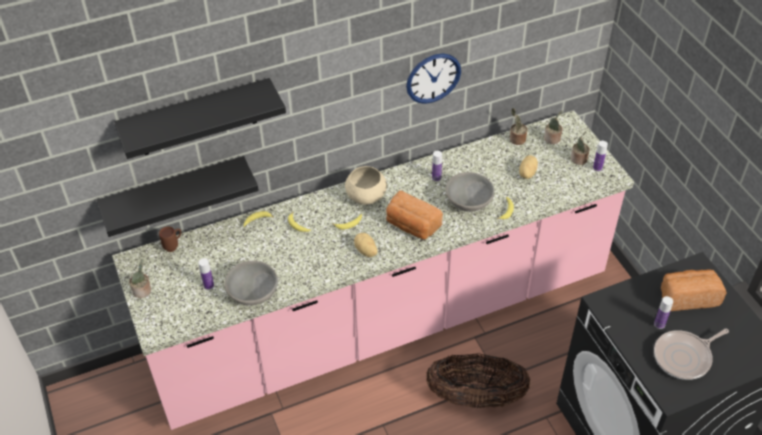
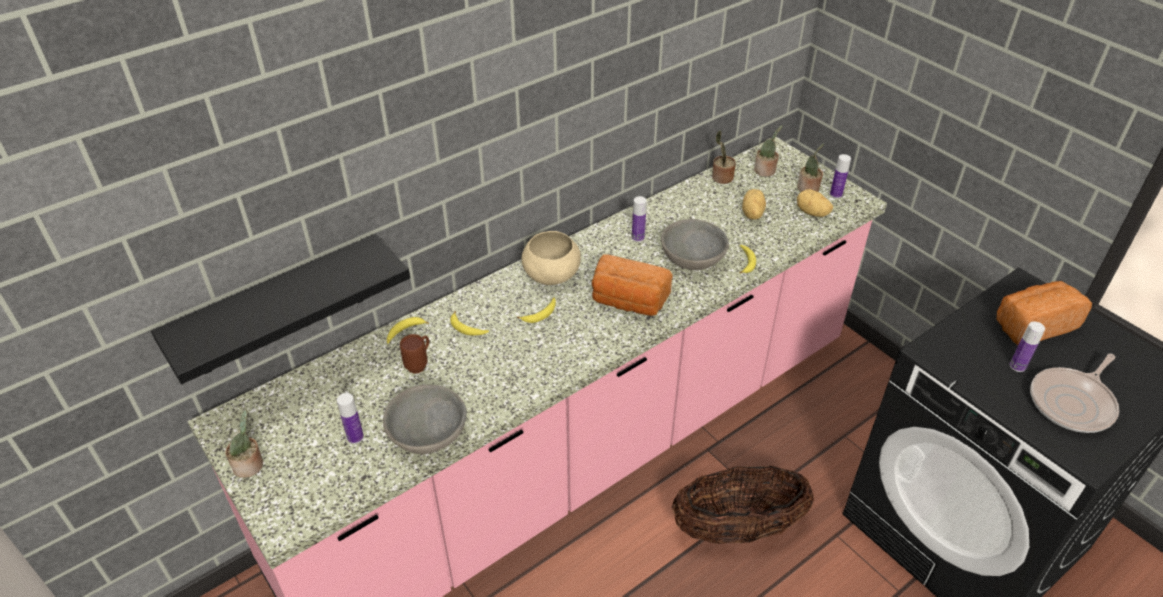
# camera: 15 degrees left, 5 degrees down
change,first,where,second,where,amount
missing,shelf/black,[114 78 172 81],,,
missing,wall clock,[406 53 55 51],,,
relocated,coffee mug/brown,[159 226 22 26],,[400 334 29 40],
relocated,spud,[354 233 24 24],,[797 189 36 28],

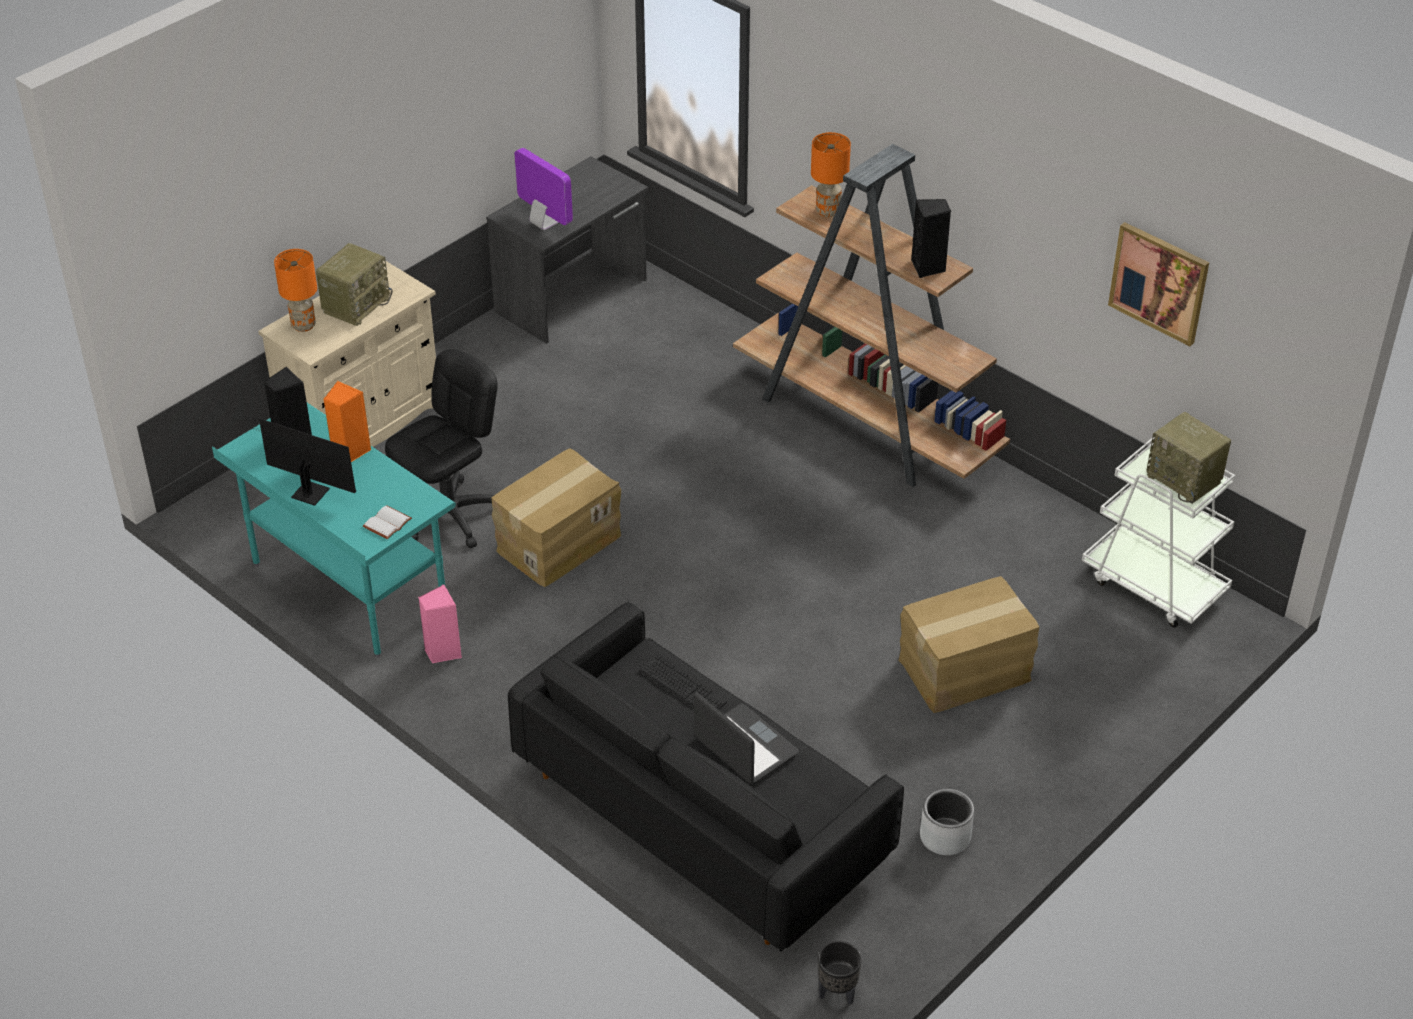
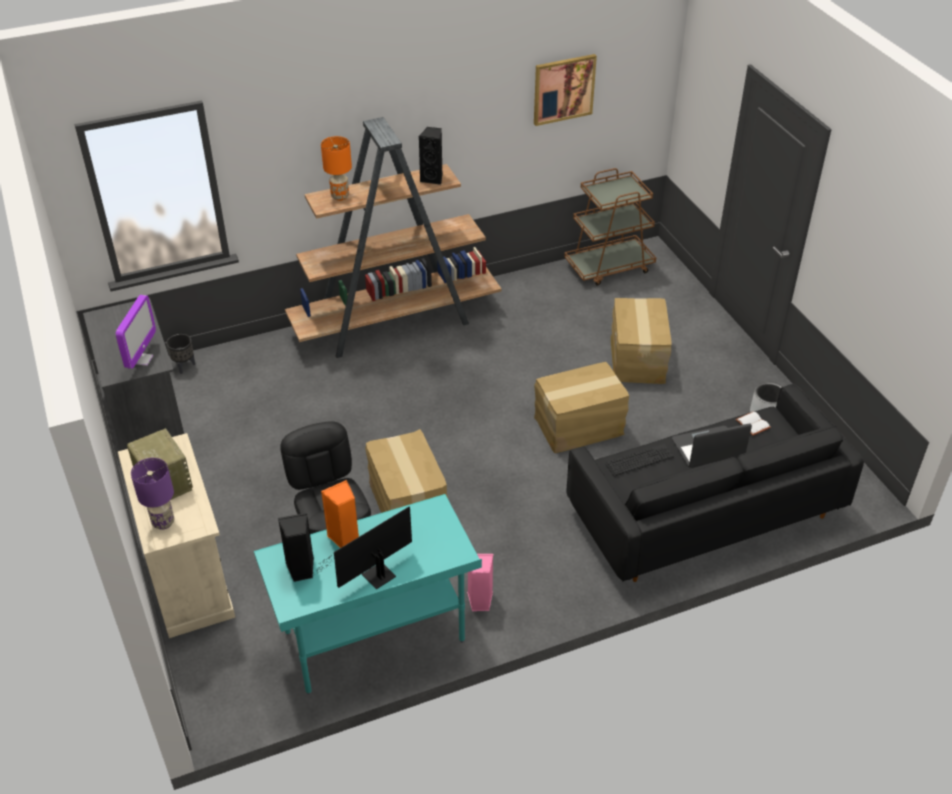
# camera: 65 degrees left, 0 degrees up
change,first,where,second,where,amount
missing,radio set,[1146 412 85 92],,,
appeared,,,carton,[534 362 95 91],
relocated,volume/whitish,[363 505 49 34],,[735 411 36 25],
relocated,planter/black,[818 941 44 64],,[166 334 29 40],
colour,lamp for a table/orangey,[274 249 43 83],lamp for a table/purple,[131 458 43 72],
colour,wheeled cart/whitish,[1082 438 153 190],wheeled cart/brown,[564 168 92 118],
spun,computer display,[515 148 58 82],,[116 295 40 74],120 degrees clockwise

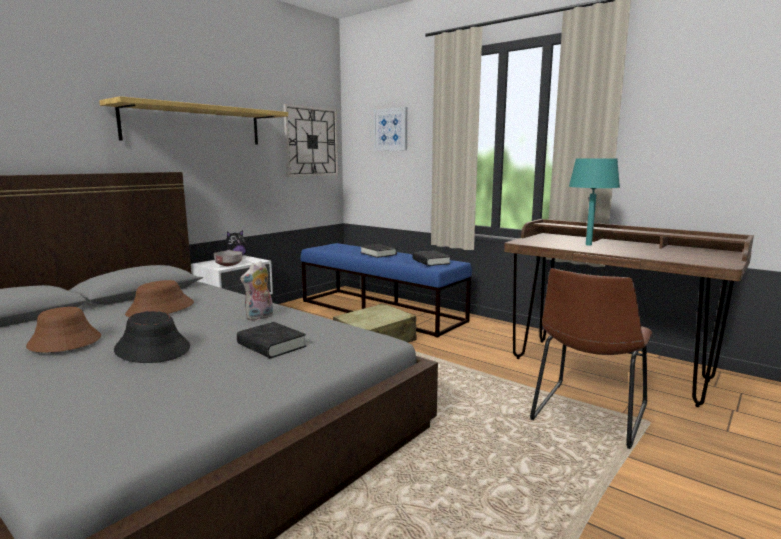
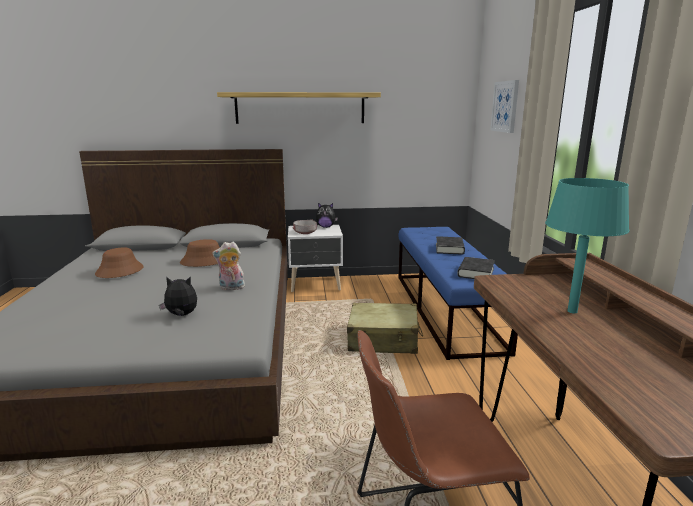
# camera: 45 degrees right, 5 degrees up
change,first,where,second,where,amount
missing,wearable hat/black,[114 311 76 52],,,
missing,wall clock,[283 104 55 73],,,
exchanged,volume/black,[237 322 69 36],soft toy,[159 276 38 40],

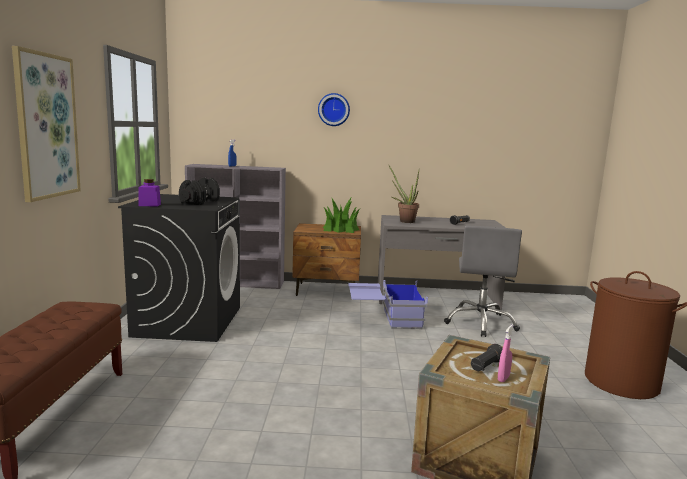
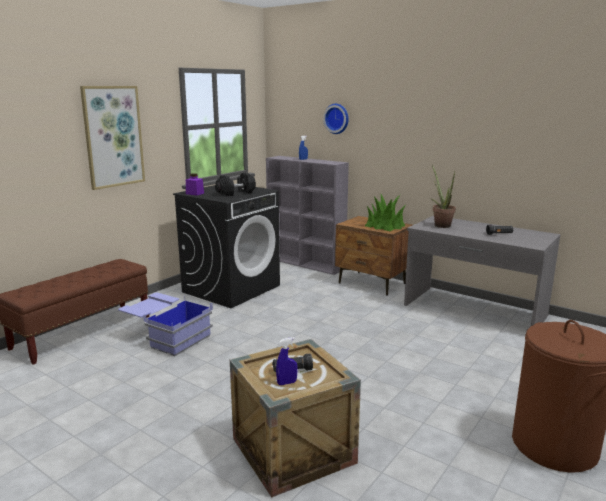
# camera: 35 degrees right, 5 degrees up
change,first,where,second,where,amount
missing,computer chair/greyish,[444 226 78 111],,,
relocated,wall clock,[318 93 32 33],,[323 104 26 30],
relocated,storage bin/blue-coloured,[348 280 80 49],,[118 292 95 64],
colour,spray bottle/pinkish,[498 324 16 58],spray bottle/blue-coloured,[276 337 22 48],

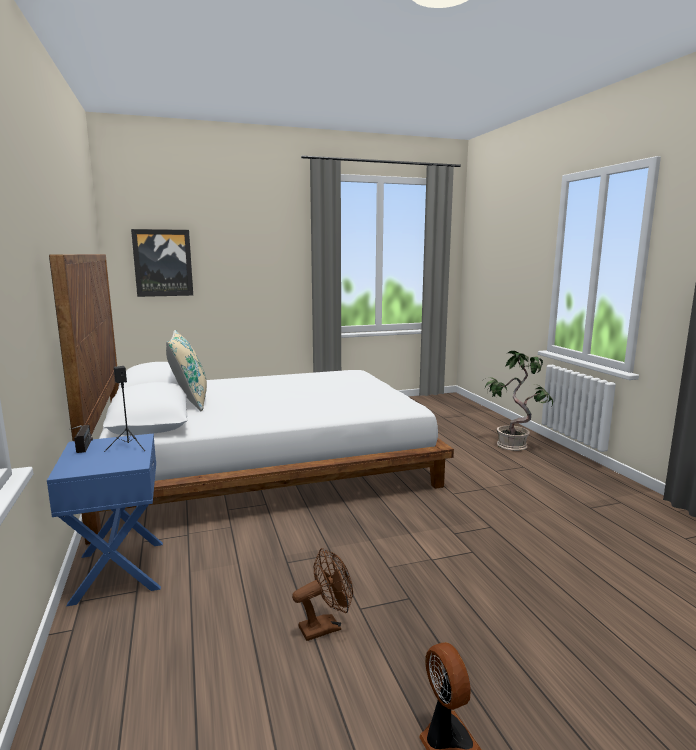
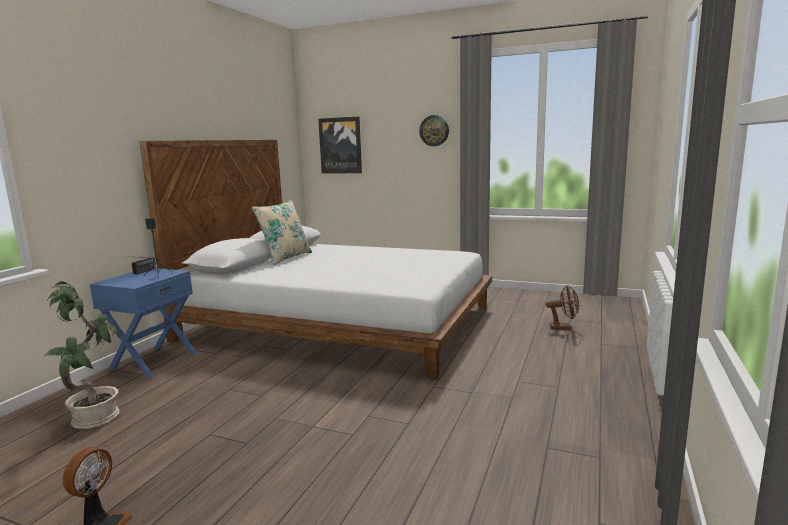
# camera: 40 degrees right, 0 degrees up
change,first,where,second,where,amount
appeared,,,wall clock,[419 115 30 31],
relocated,fan/brown,[292 548 61 93],,[546 285 33 45],
relocated,houseplant,[485 351 68 100],,[43 281 77 148],

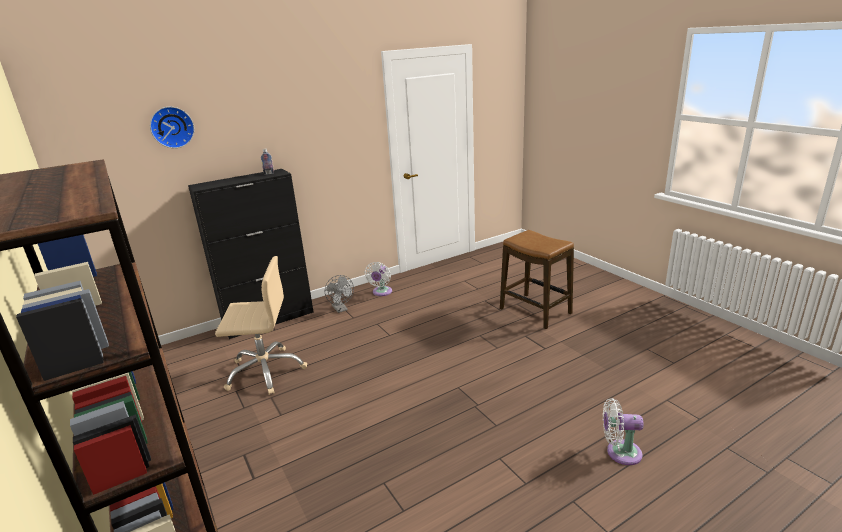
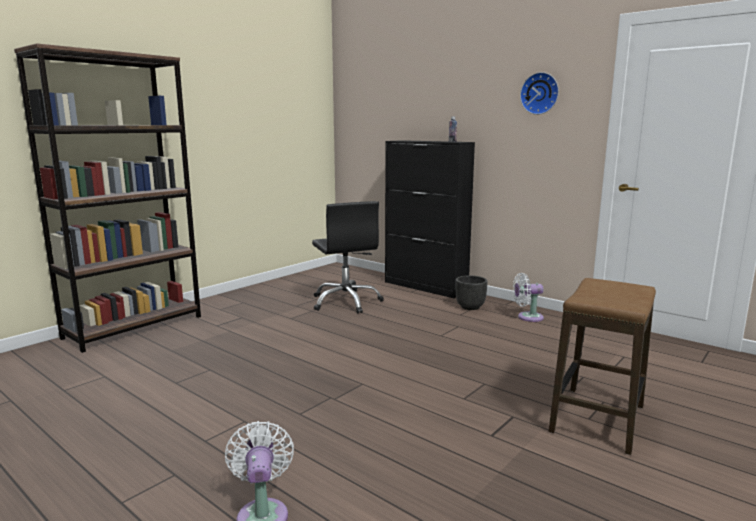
# camera: 70 degrees right, 10 degrees down
change,first,where,second,where,amount
relocated,wall clock,[150 107 45 41],,[520 72 39 43],
exchanged,fan/greyish,[325 275 29 38],planter/black,[456 275 32 35],
colour,computer chair/beige,[215 256 92 139],computer chair/black,[312 201 72 112],

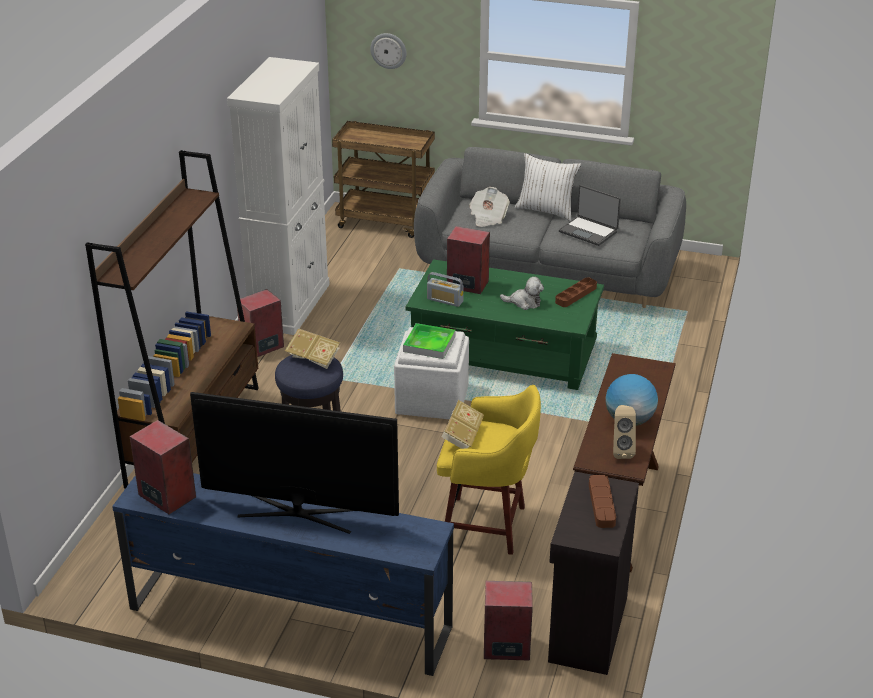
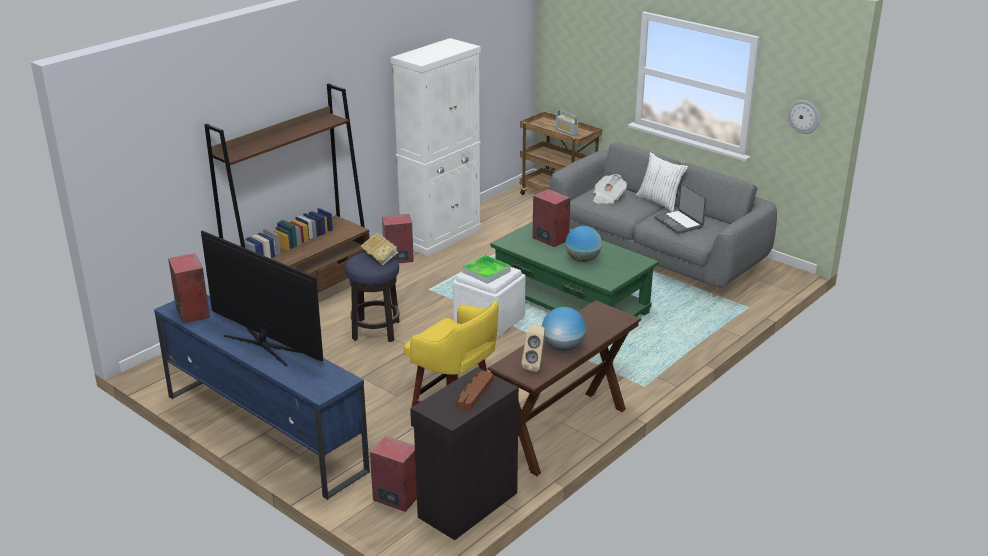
# camera: 25 degrees right, 5 degrees down
change,first,where,second,where,amount
missing,volume,[441 400 43 49],,,
missing,carrying tray/brown,[555 277 42 30],,,
relocated,wall clock,[370 33 36 36],,[788 100 32 34],
relocated,radio set,[427 272 37 35],,[556 110 23 26],
exchanged,soft toy,[500 277 44 33],world globe,[565 226 37 36],

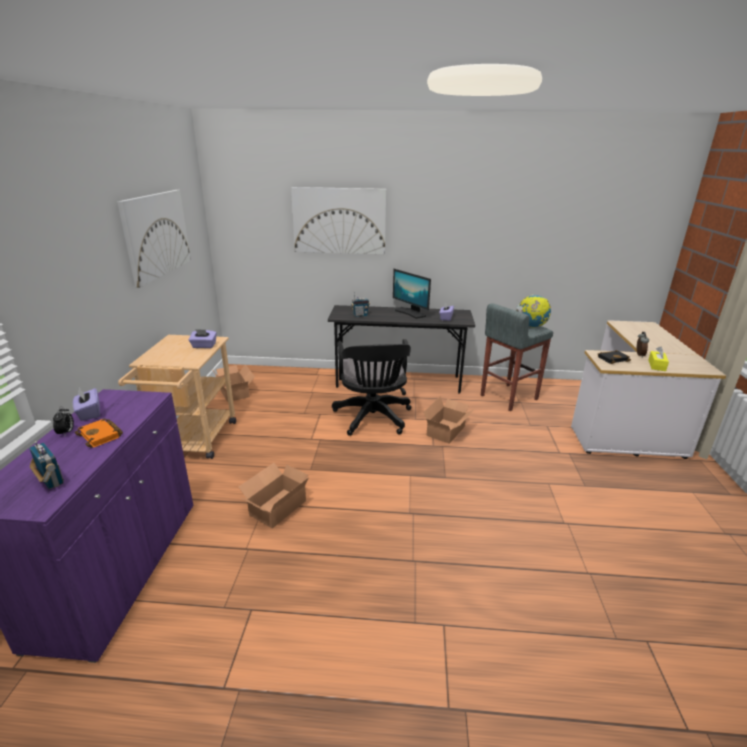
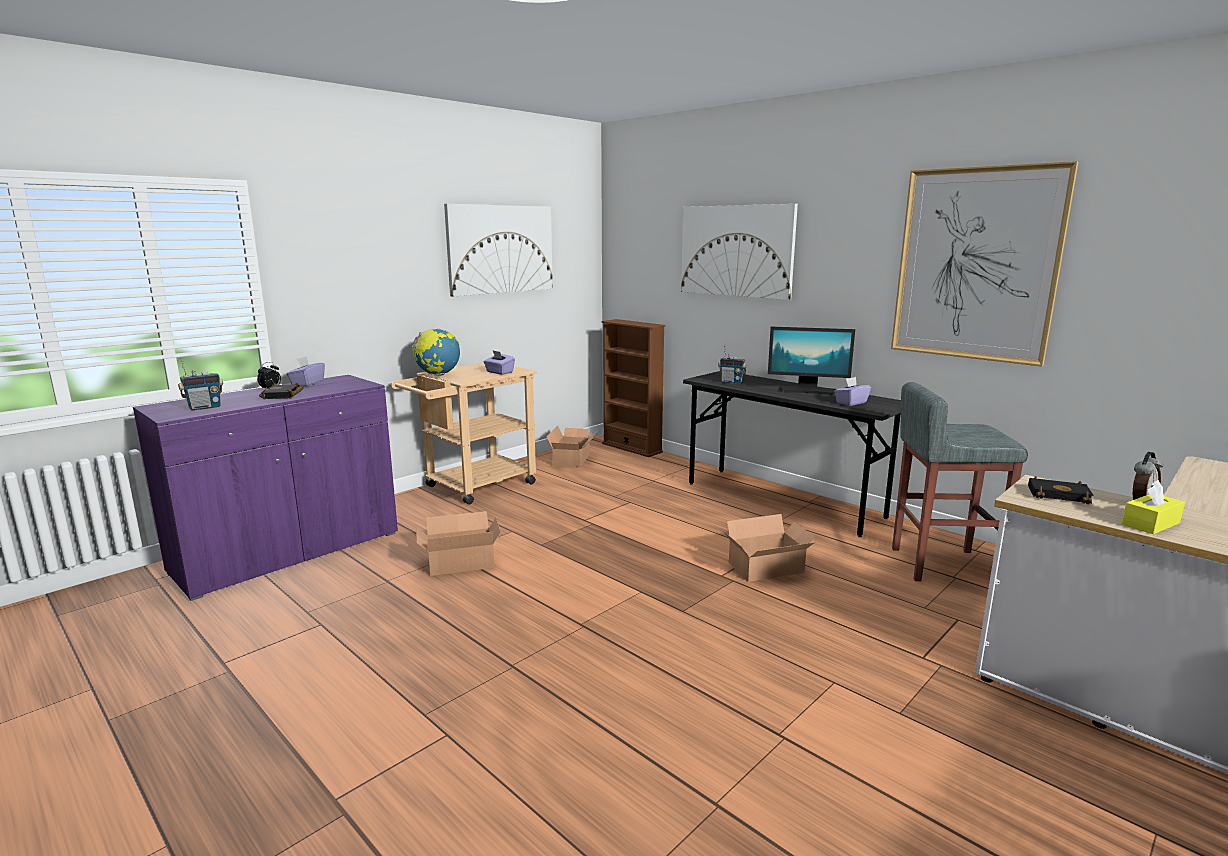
# camera: 40 degrees right, 10 degrees down
change,first,where,second,where,amount
missing,computer chair/black,[332 339 80 97],,,
appeared,,,bookcase/brown,[602 319 63 138],
appeared,,,wall art,[891 161 188 206],
relocated,world globe,[516 295 35 33],,[412 329 48 47],
colour,volume/orangey,[75 419 48 29],volume/black,[259 383 45 16],
spun,radio set,[29 441 35 48],,[178 358 45 53],60 degrees clockwise
spun,computer display,[393 269 38 50],,[768 327 87 68],75 degrees counterclockwise

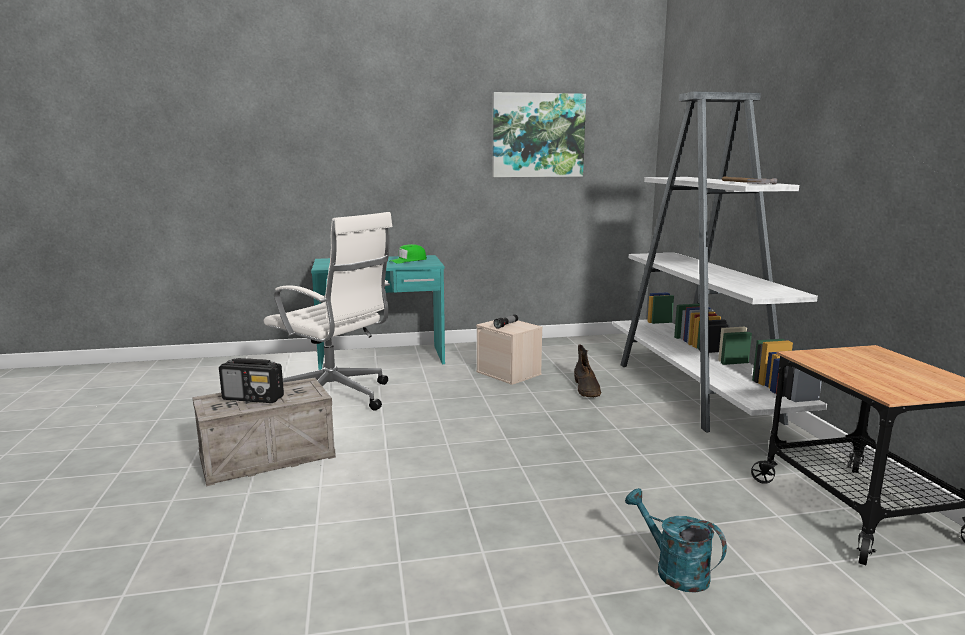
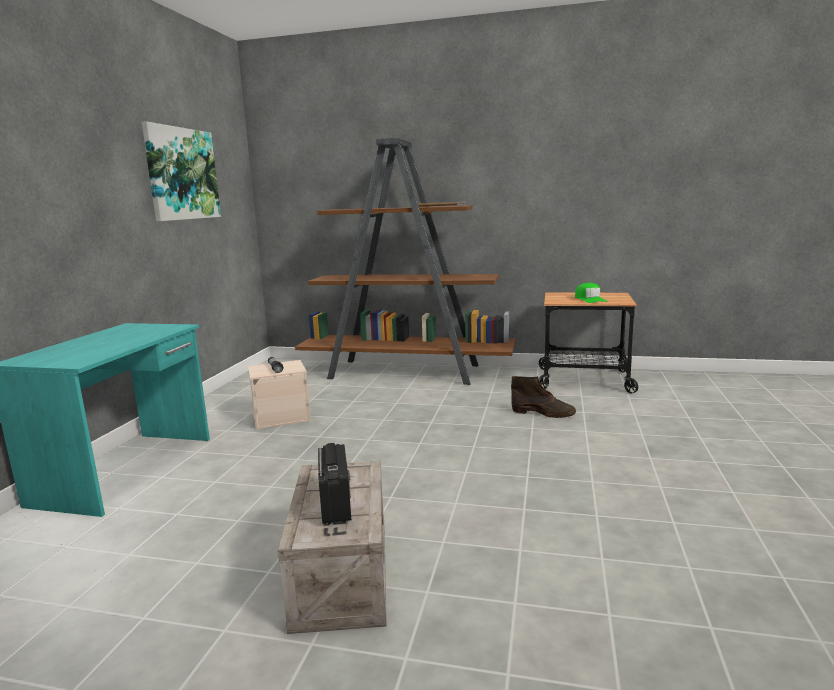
# camera: 65 degrees left, 0 degrees up
change,first,where,second,where,amount
missing,computer chair/whitish,[264 212 128 199],,,
missing,watering pot/turquoise-coloured,[625 488 102 105],,,
relocated,peaked cap/greenish,[390 244 37 20],,[575 283 33 20],
relocated,high-top boot/brown,[574 344 28 53],,[511 376 65 42],
colour,bookcase/whitish,[613 91 214 342],bookcase/brown,[295 138 221 247],
spun,radio set,[219 358 65 45],,[318 443 33 81],45 degrees counterclockwise

